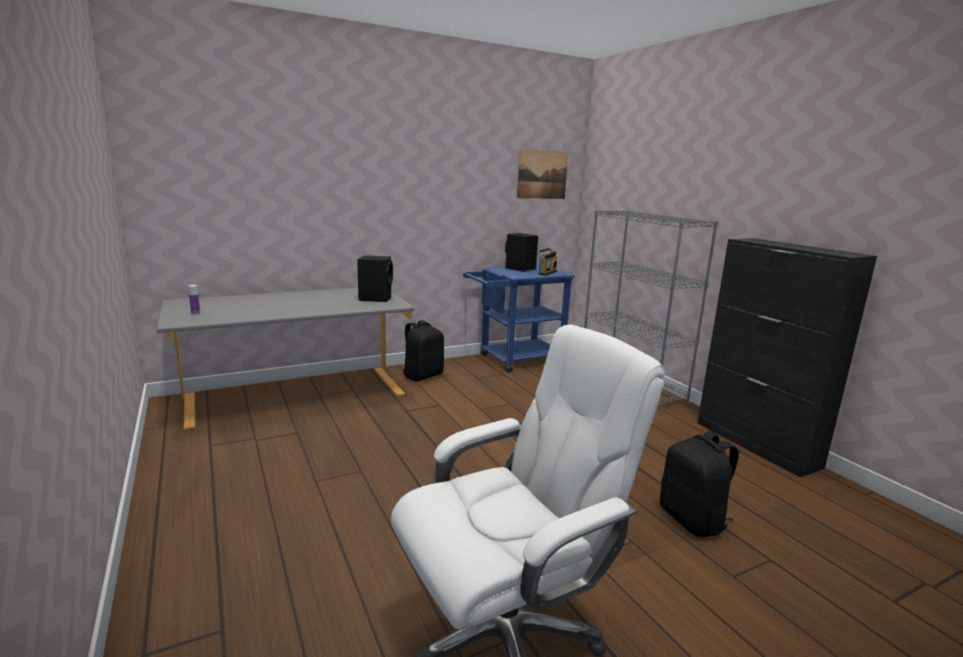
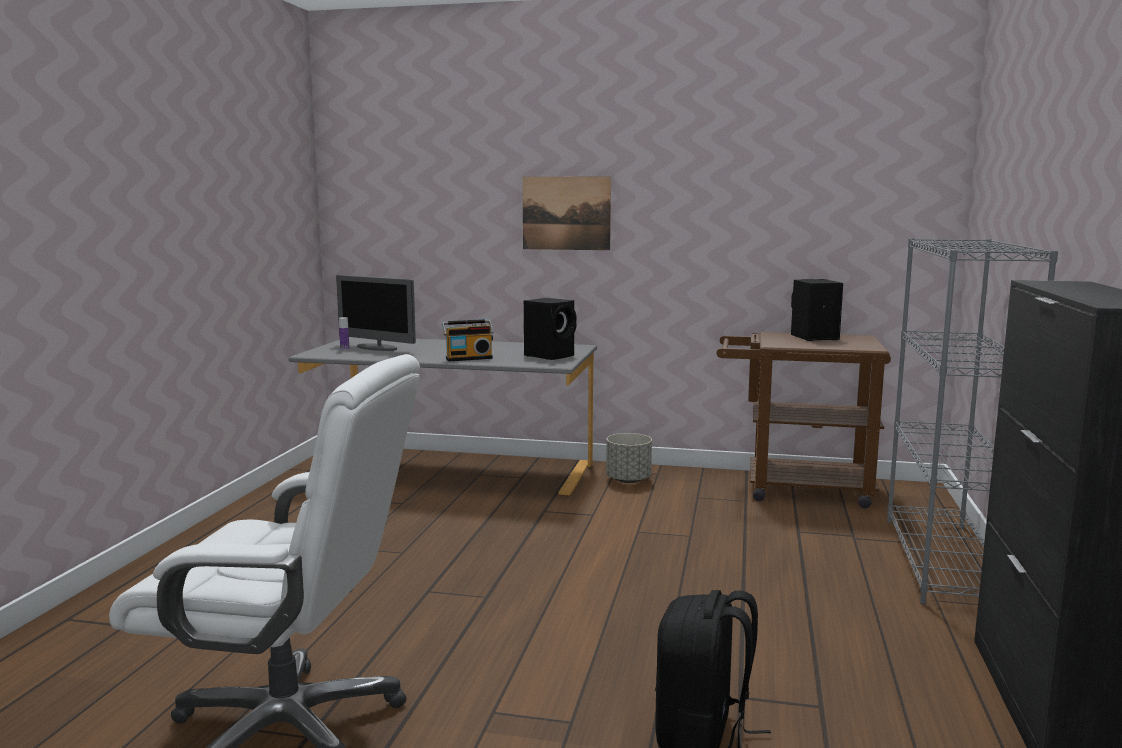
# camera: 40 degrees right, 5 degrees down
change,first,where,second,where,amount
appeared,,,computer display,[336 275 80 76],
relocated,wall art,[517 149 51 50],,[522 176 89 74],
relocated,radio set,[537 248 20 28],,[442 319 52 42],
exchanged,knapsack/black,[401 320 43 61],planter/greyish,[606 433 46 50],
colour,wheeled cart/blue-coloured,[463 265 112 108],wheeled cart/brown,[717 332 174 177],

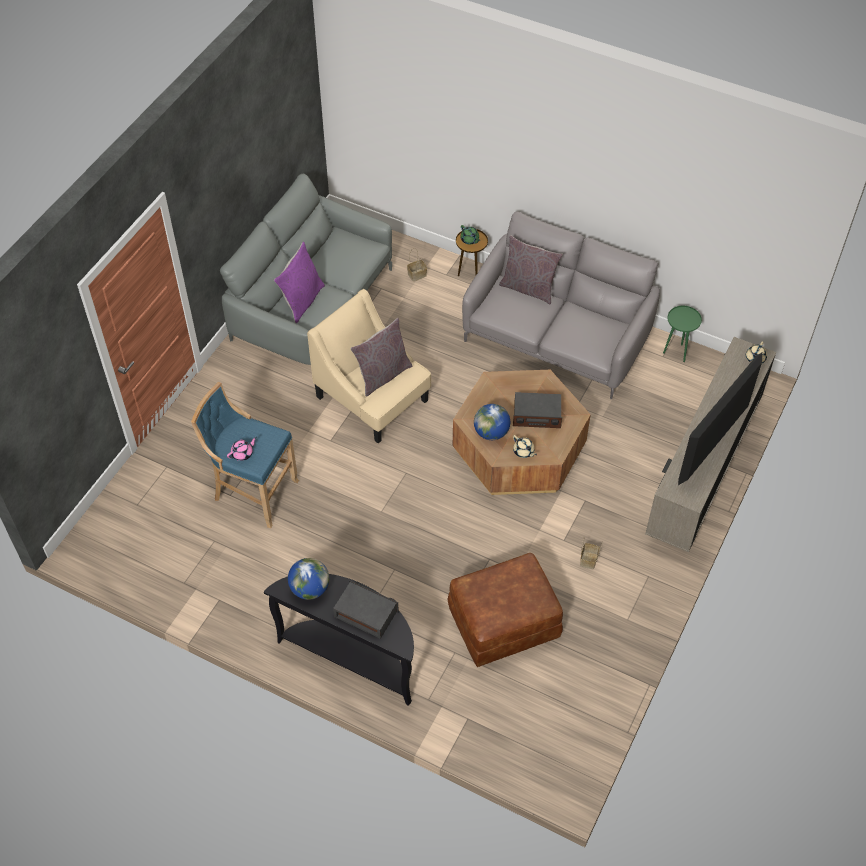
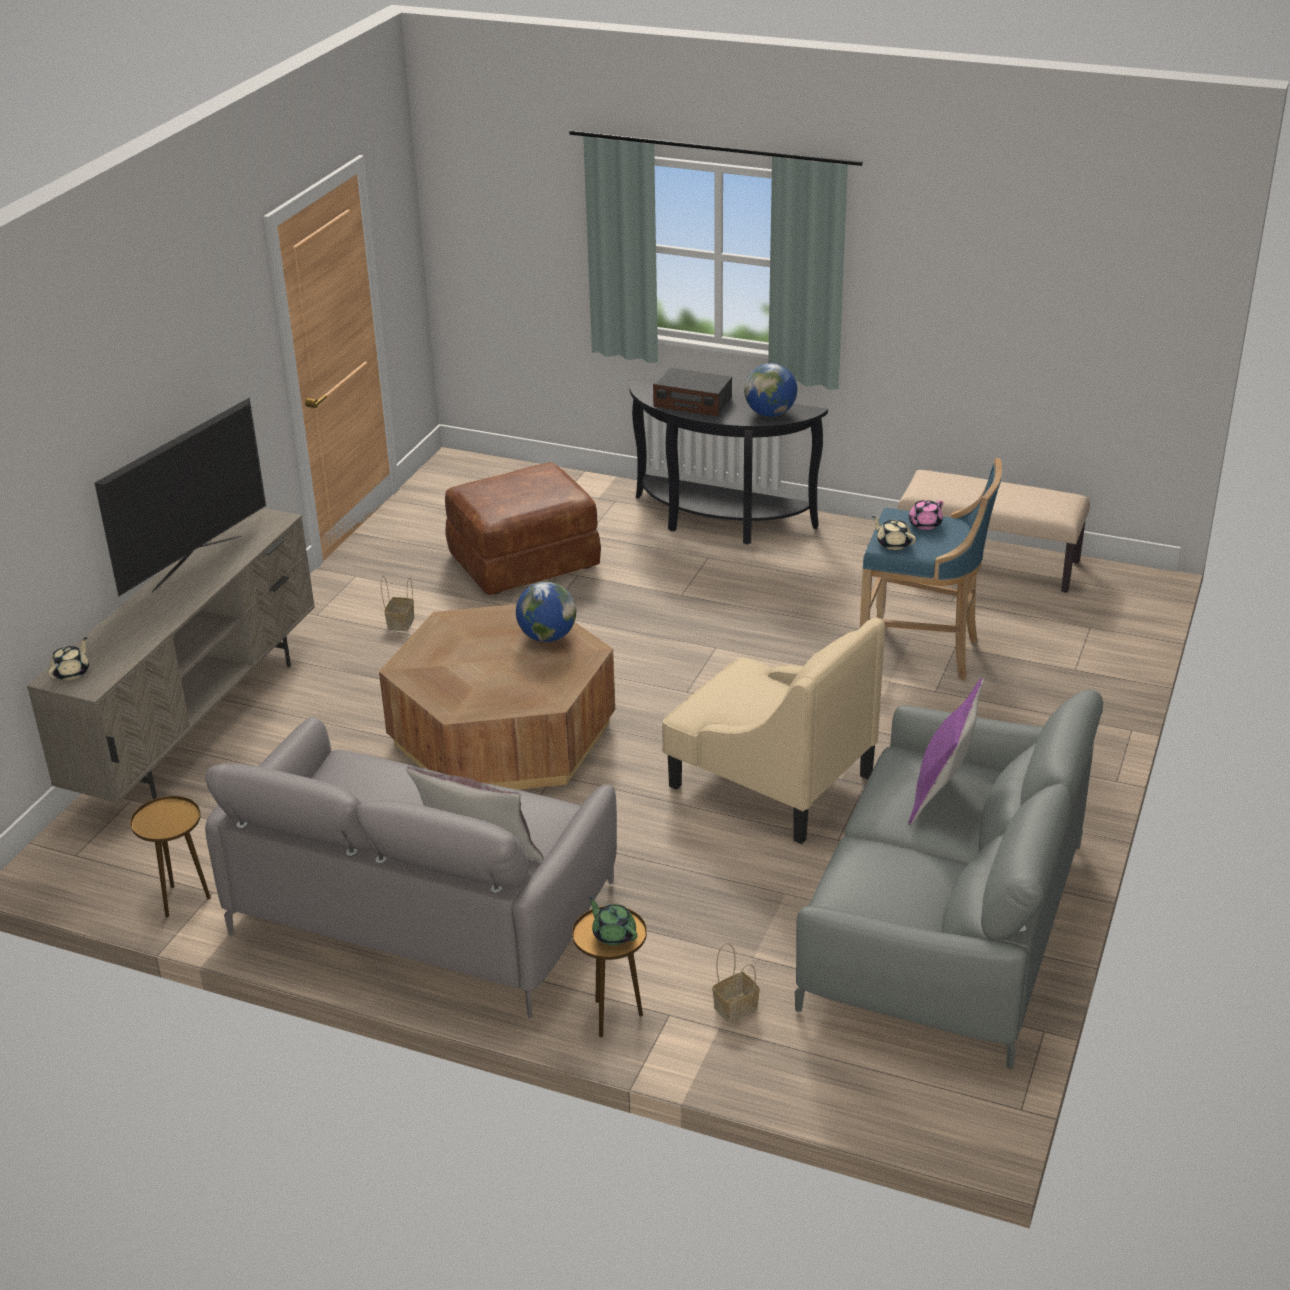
# camera: 175 degrees right, 20 degrees down
change,first,where,second,where,amount
missing,cushion/greyish,[350 318 62 79],,,
missing,radio set,[513 392 49 36],,,
appeared,,,bench/beige,[898 470 192 123],
relocated,pot for tea/beige,[513 435 24 23],,[872 516 44 34],
colour,accent table/greenish,[663 306 39 56],accent table/brown,[130 796 81 121],

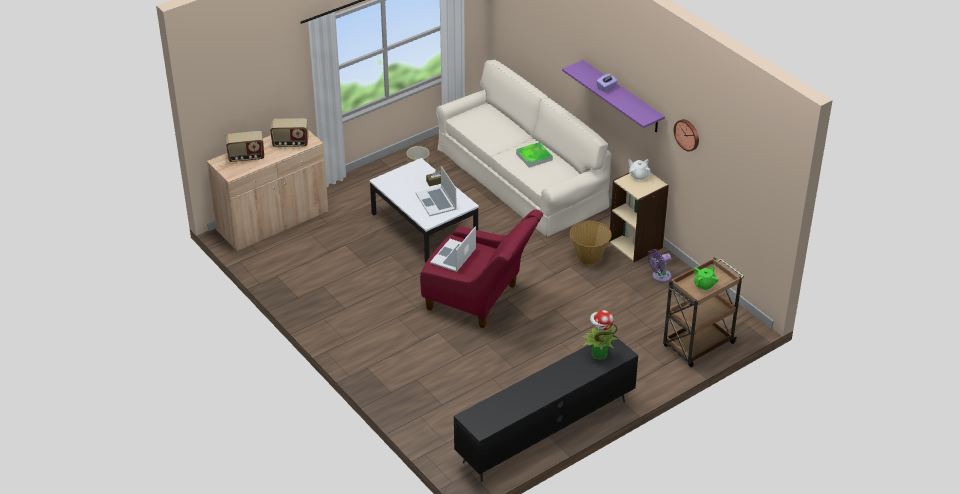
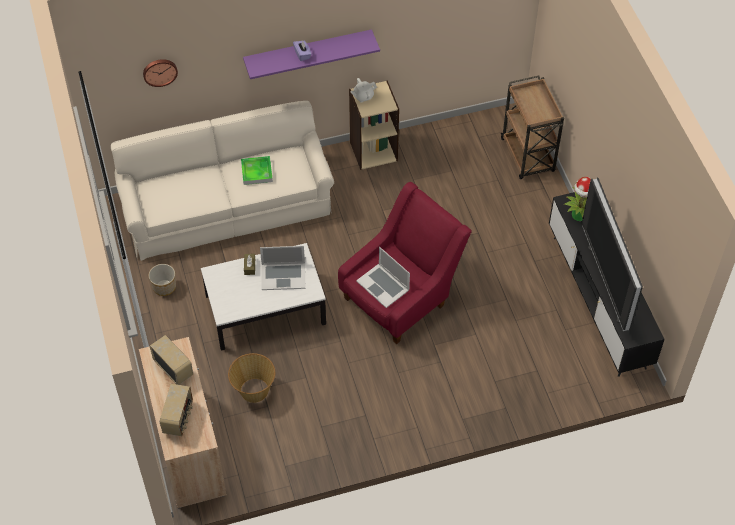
# camera: 70 degrees left, 15 degrees up
change,first,where,second,where,amount
missing,fan/purple,[648 249 24 33],,,
missing,pot for tea/greenish,[694 265 24 26],,,
appeared,,,TV set,[582 178 61 153],
relocated,basket,[570 221 42 44],,[228 353 47 50],
relocated,wall clock,[674 119 25 33],,[143 59 35 28],
spun,radio set,[270 118 38 29],,[150 335 43 50],60 degrees counterclockwise

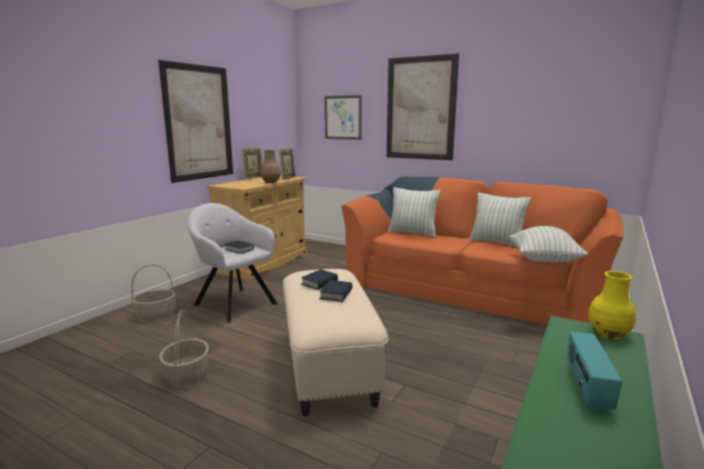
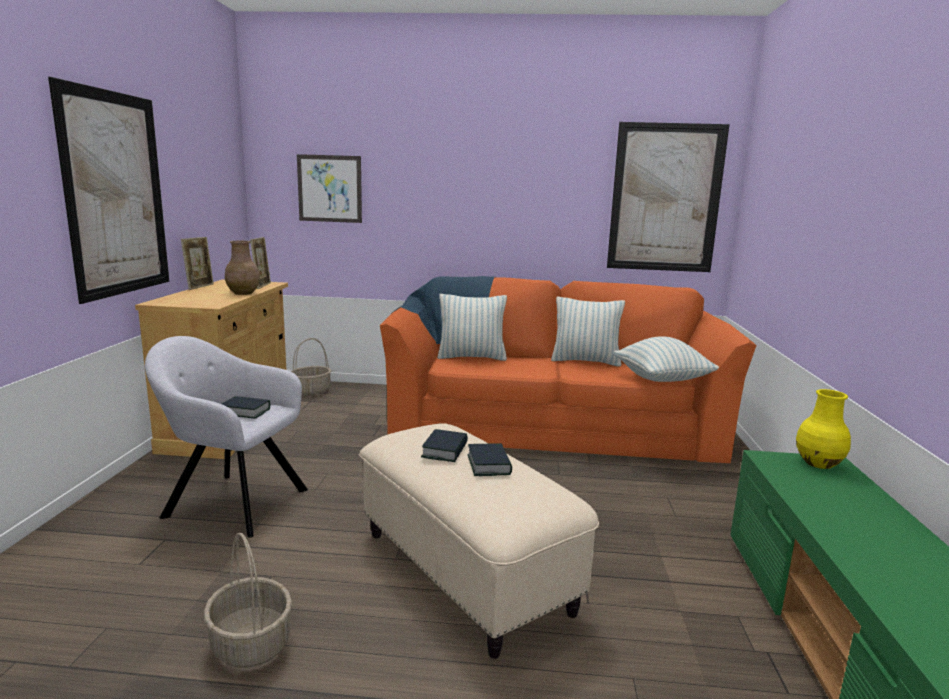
# camera: 25 degrees left, 0 degrees up
change,first,where,second,where,amount
missing,radio set,[567 332 55 79],,,
relocated,basket,[131 264 45 56],,[291 338 40 58],
relocated,wall art,[387 53 72 107],,[607 122 122 150],

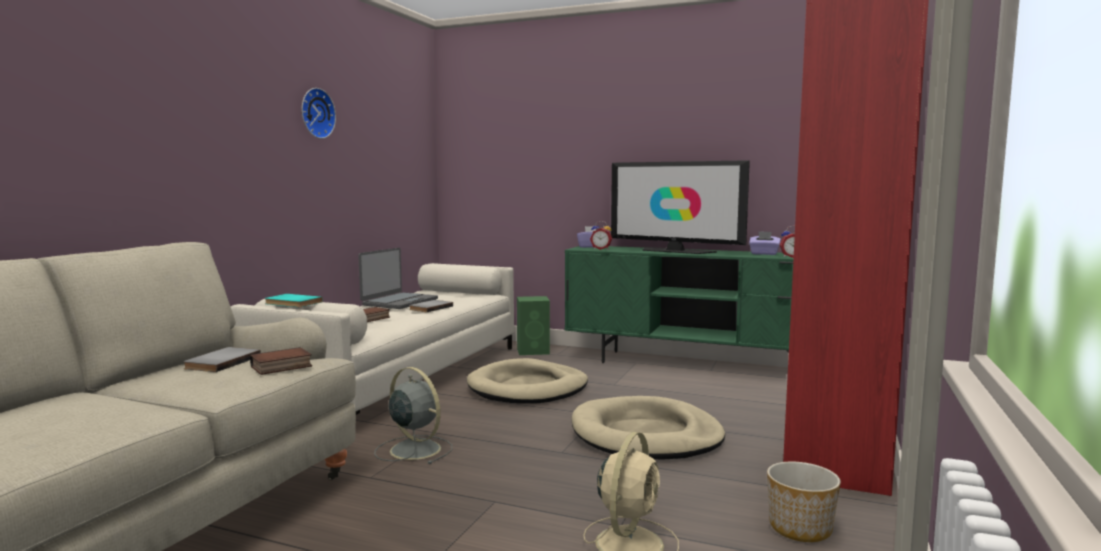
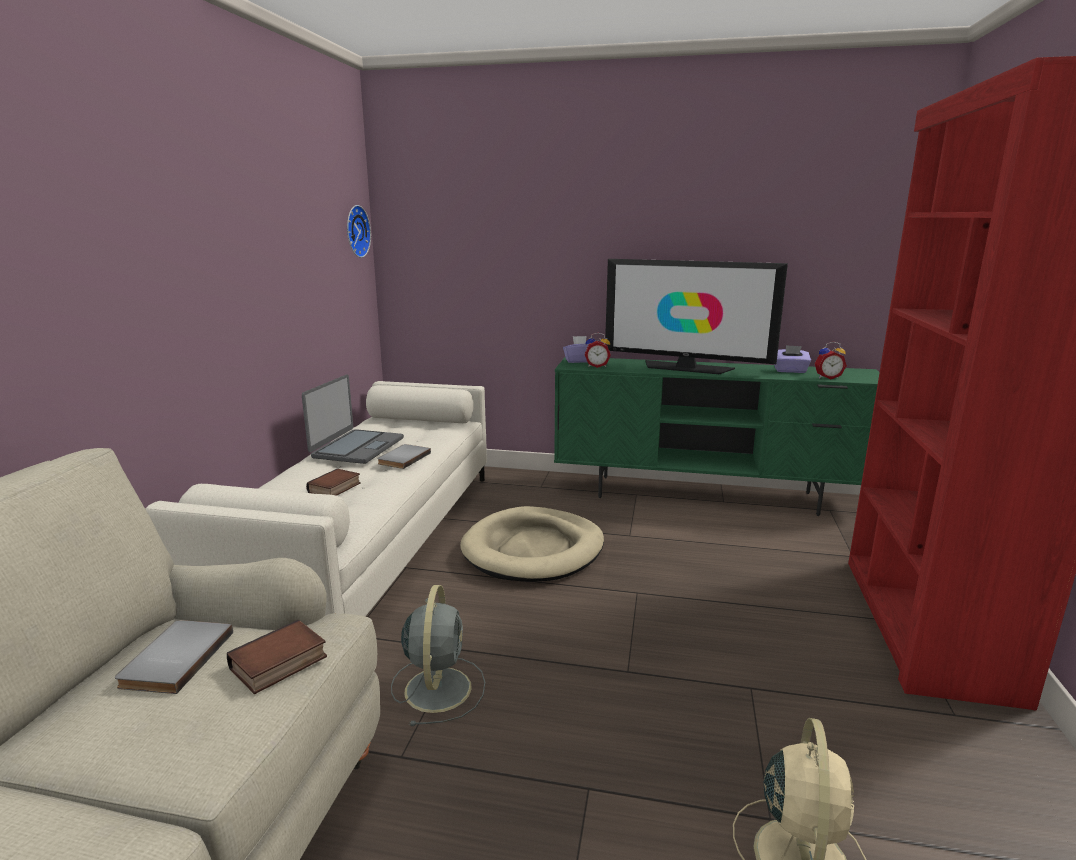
# camera: 10 degrees left, 10 degrees up
change,first,where,second,where,amount
missing,volume/turquoise-coloured,[265 294 58 13],,,
missing,loudspeaker/greenish,[517 296 33 59],,,
missing,dog cushion/beige,[572 396 153 64],,,
missing,planter,[767 462 74 80],,,
relocated,wall clock,[302 88 34 51],,[347 205 24 53],
spun,fan/greyish,[374 367 78 97],,[391 585 94 141],60 degrees clockwise

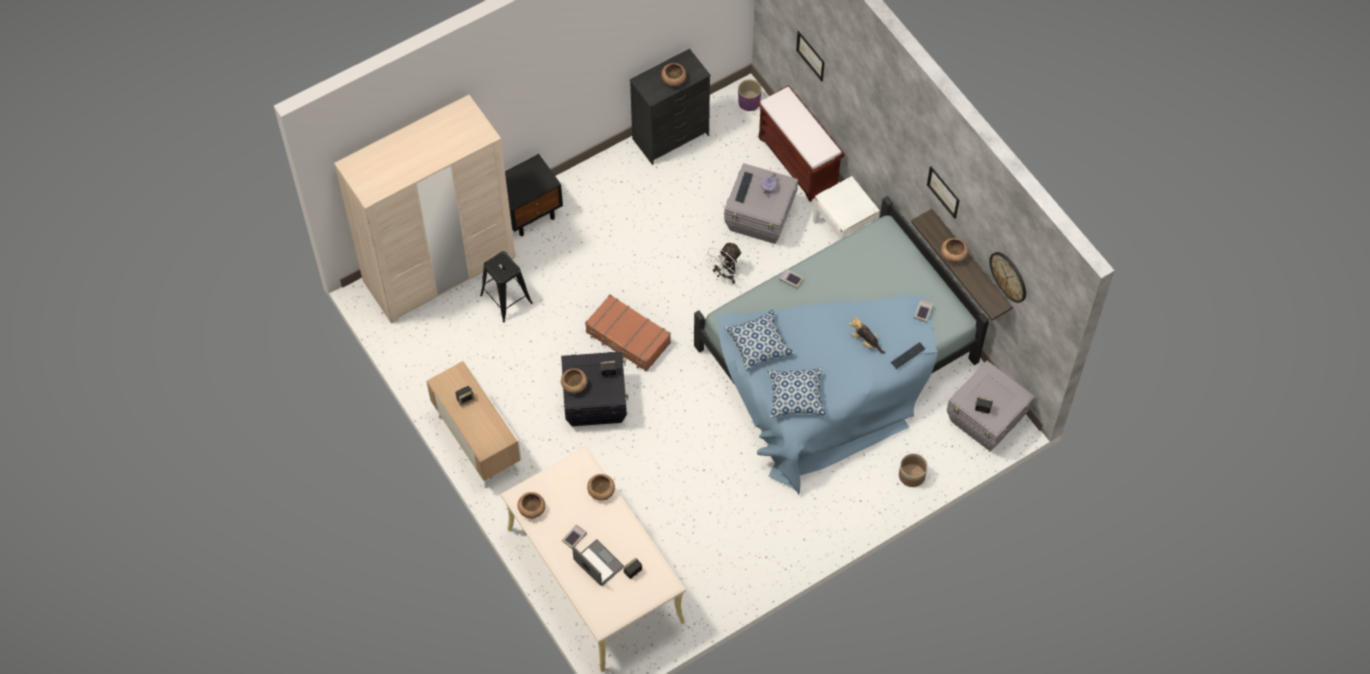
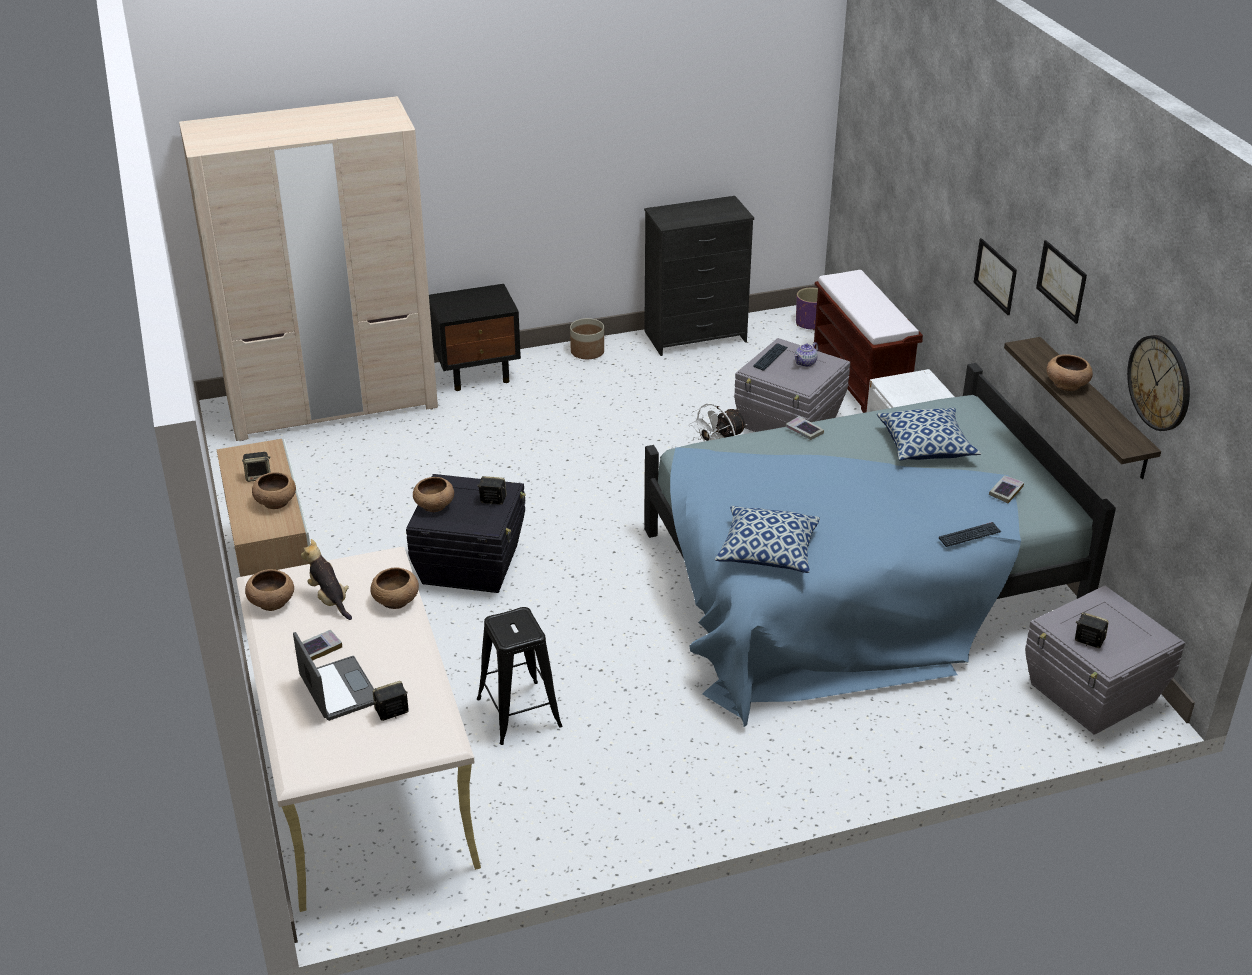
# camera: 15 degrees right, 25 degrees down
change,first,where,second,where,amount
missing,piece of luggage/brown,[585 294 86 77],,,
relocated,stool seat/black,[480 251 53 71],,[477 607 85 138],
relocated,deep dish/brown,[661 63 25 23],,[252 472 44 37],
relocated,cushion,[724 310 71 61],,[877 408 104 52],
relocated,wall art,[796 31 29 50],,[973 238 44 77],
relocated,soft toy,[849 316 36 38],,[301 539 51 81],
relocated,planter,[899 453 29 34],,[570 318 34 41],

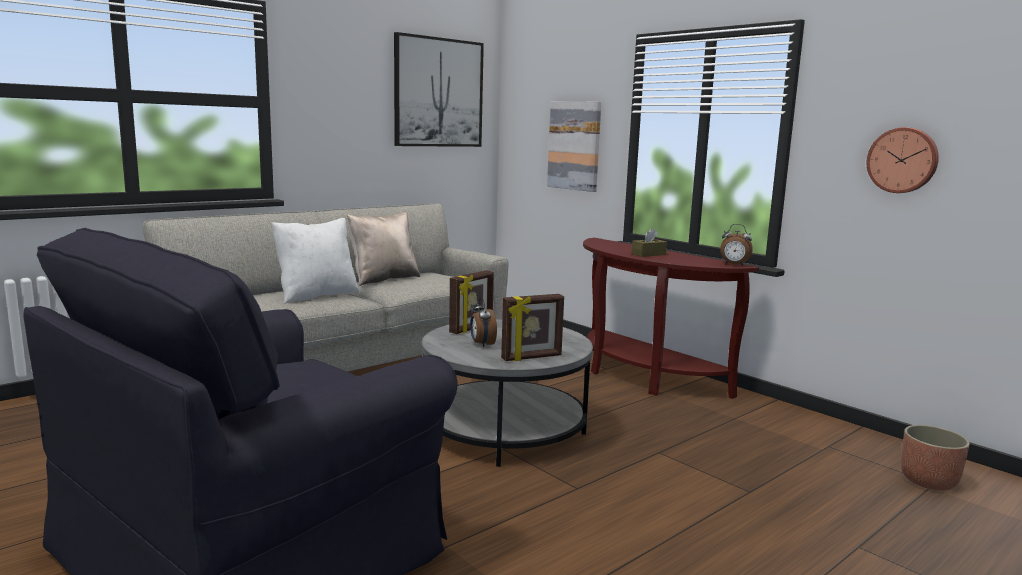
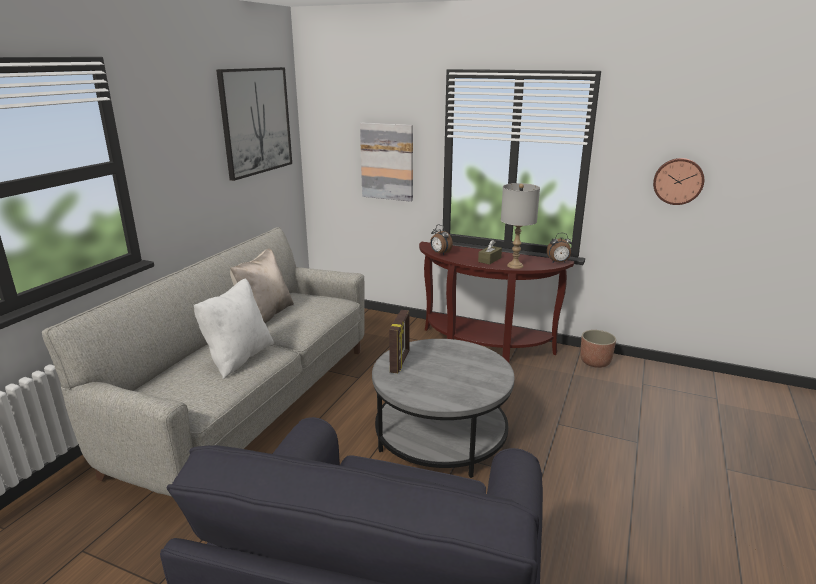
# camera: 25 degrees left, 10 degrees up
change,first,where,second,where,amount
missing,standing frame,[501 294 63 67],,,
appeared,,,lamp for a table/greyish,[501 183 39 86],
relocated,table clock,[470 298 27 49],,[430 225 23 30],
relocated,planter,[901 425 69 66],,[580 330 36 38],

